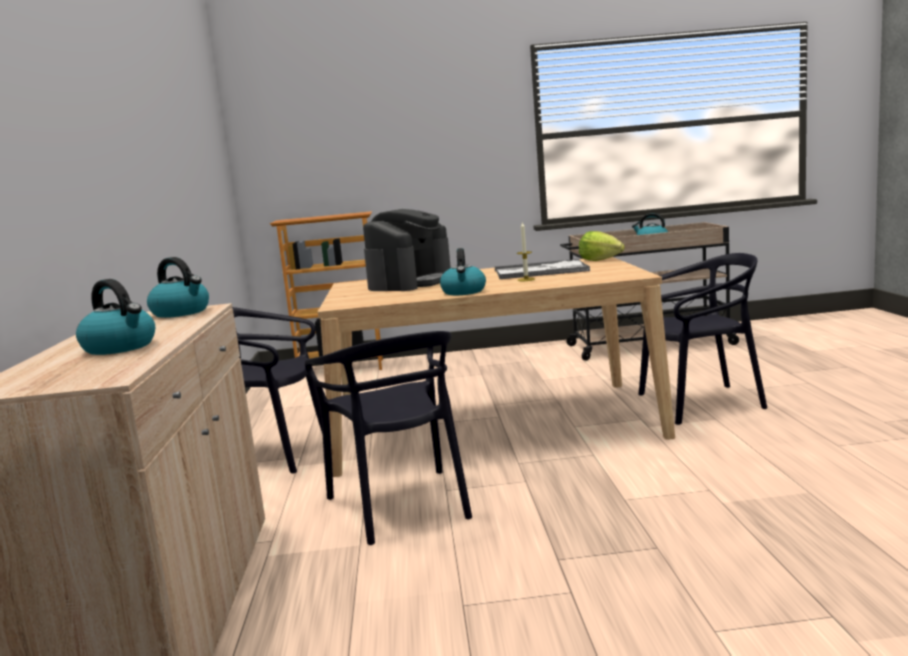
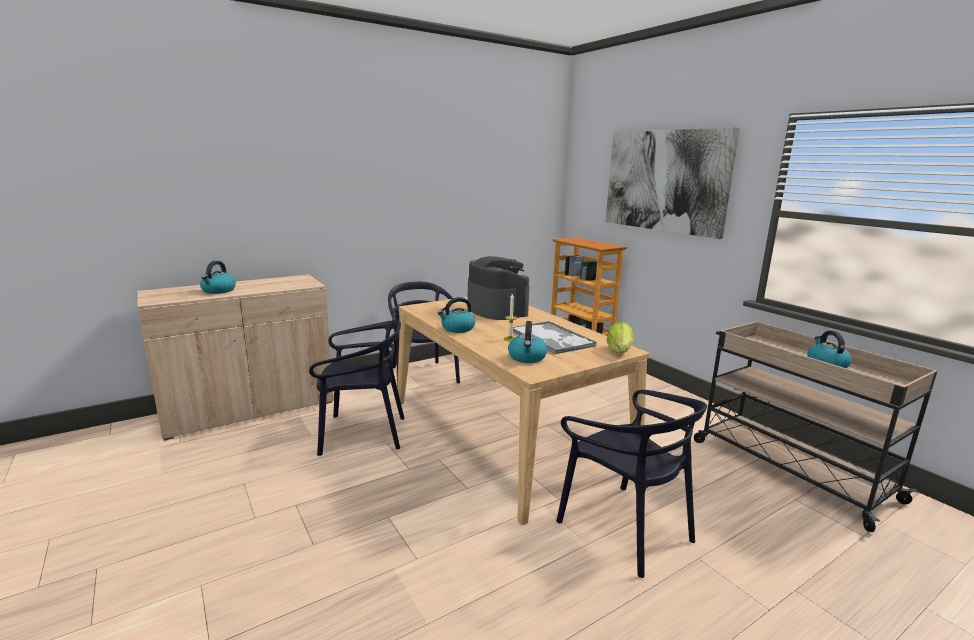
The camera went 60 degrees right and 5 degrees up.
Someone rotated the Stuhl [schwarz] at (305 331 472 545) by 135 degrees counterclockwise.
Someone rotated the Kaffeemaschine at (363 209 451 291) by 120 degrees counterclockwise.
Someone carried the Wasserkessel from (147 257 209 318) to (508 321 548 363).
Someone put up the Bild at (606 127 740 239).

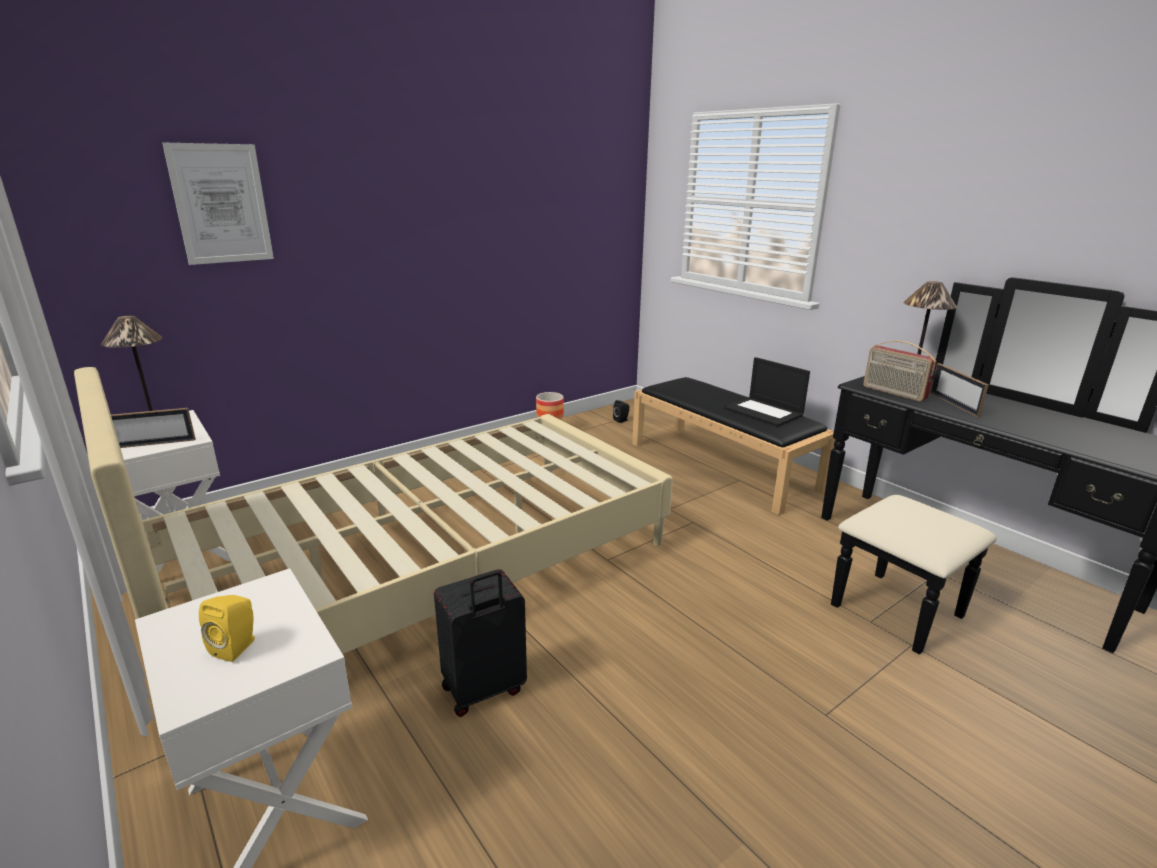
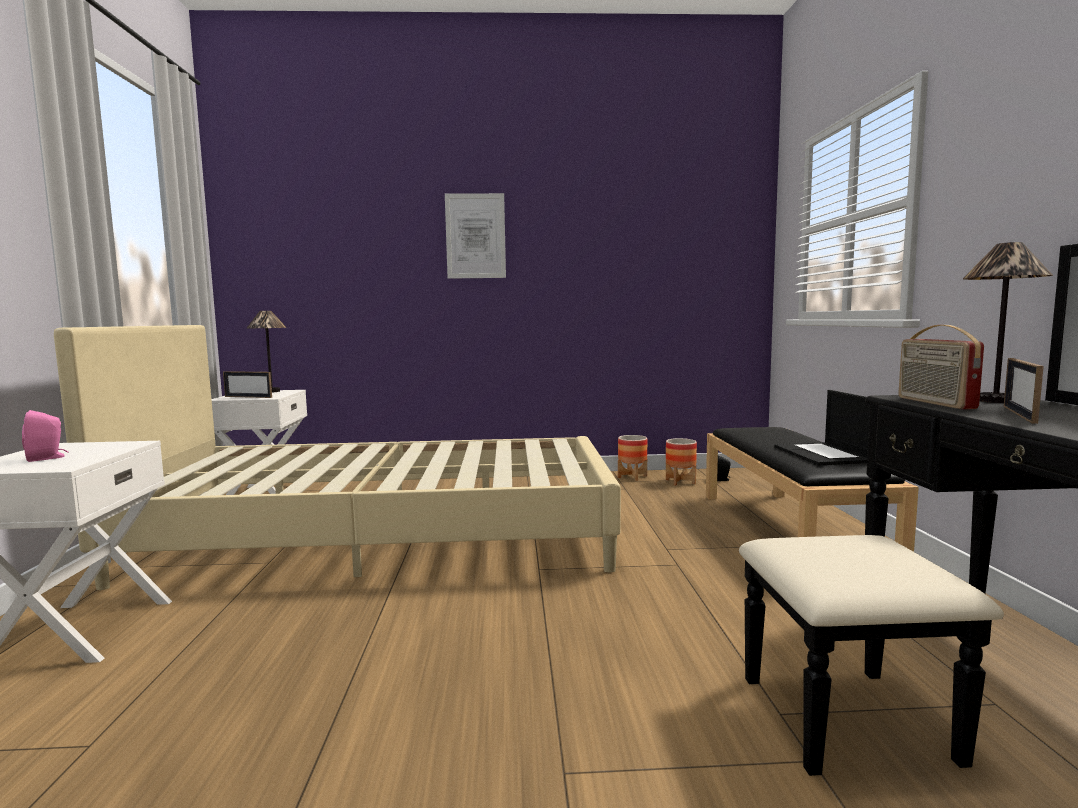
The camera went 35 degrees right and 15 degrees down.
Someone repainted the Lautsprecher [gelb] at (199 595 255 662), which became the Lautsprecher [rosa] at (22 410 68 462).
Someone carried the Bild from (162 143 274 265) to (445 193 506 279).
Someone put down the Pflanzkübel at (666 438 697 486).
Someone took away the Koffer [schwarz] at (434 569 527 717).

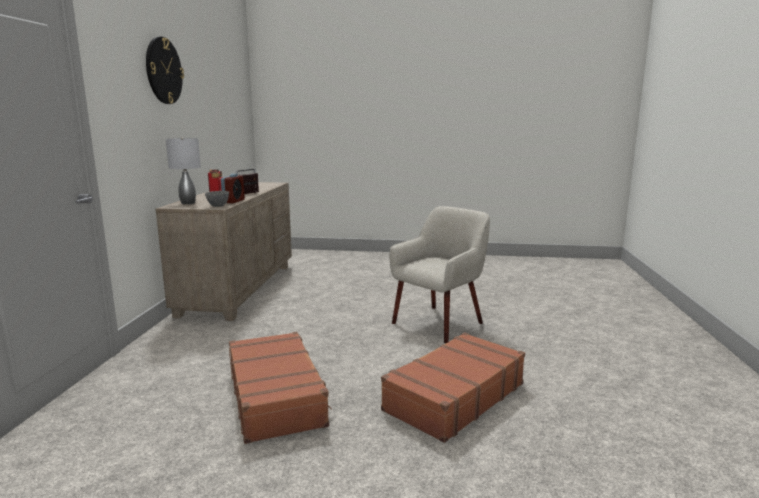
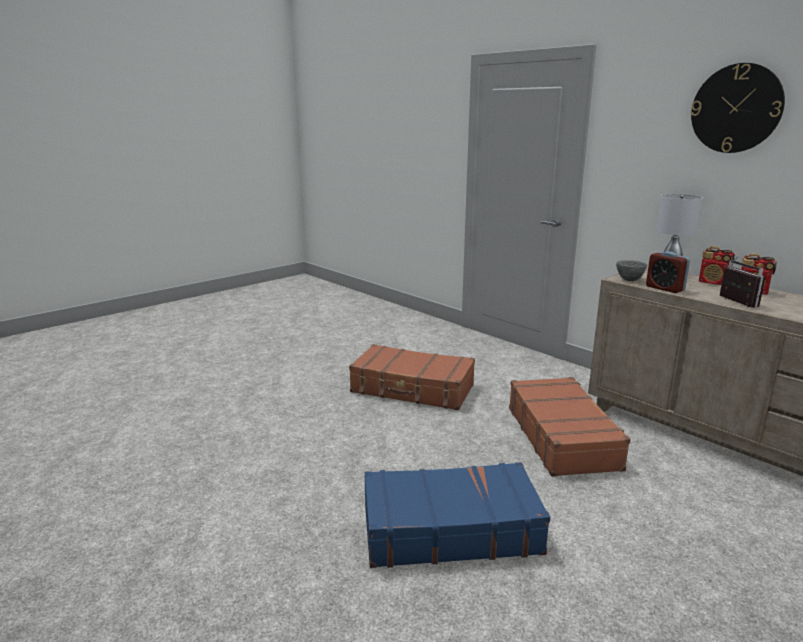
The camera went 130 degrees right and 5 degrees up.
Someone swapped the Sessel [beige] at (389 206 490 344) for the Koffer [blau] at (364 462 550 568).
Someone carried the Koffer [braun] from (381 332 525 443) to (509 377 631 477).
Someone put down the Radio at (699 246 735 285).

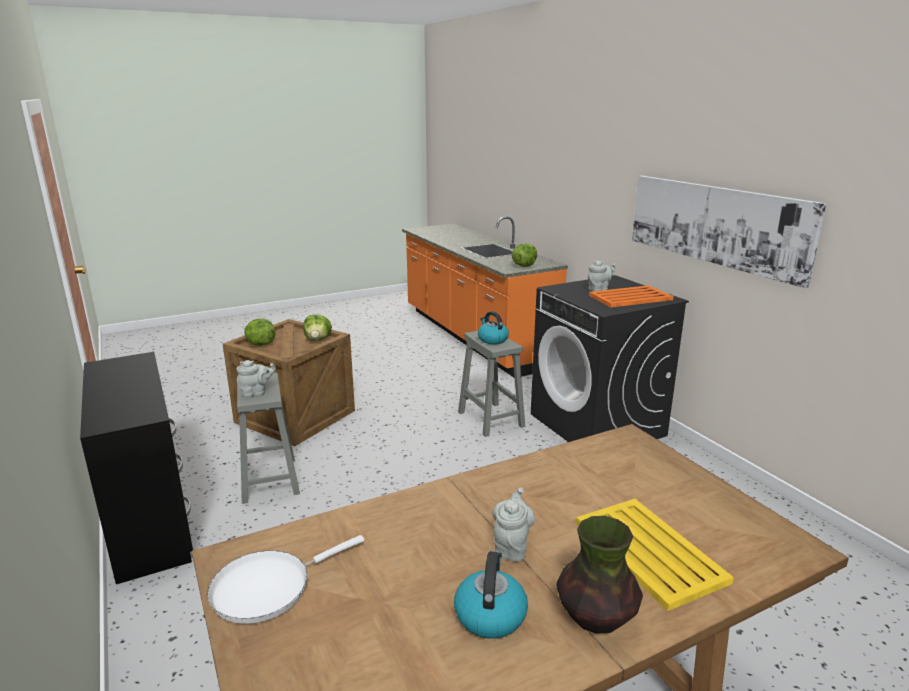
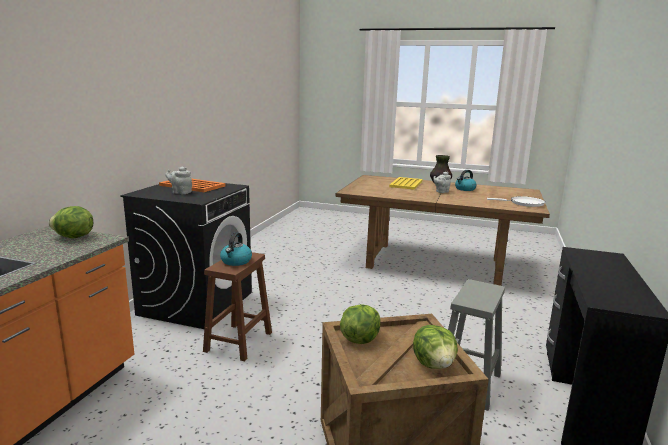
The camera went 135 degrees left and 5 degrees down.
Someone repainted the Hocker [grau] at (458 331 525 437), which became the Hocker [braun] at (203 252 272 361).
Someone took away the Teekanne [grau] at (236 360 276 397).
Someone took away the Bild at (632 176 827 288).

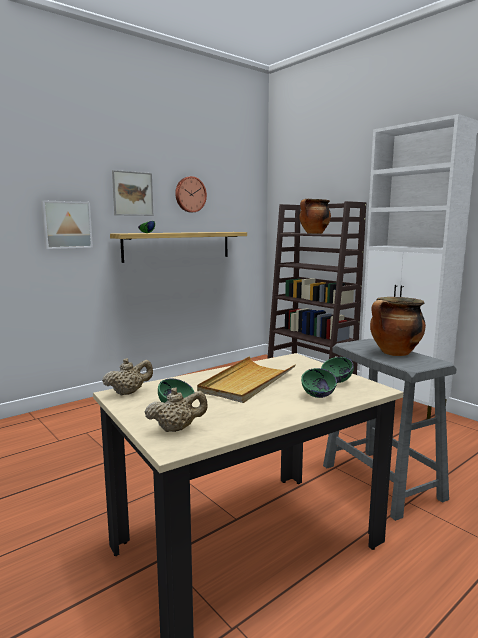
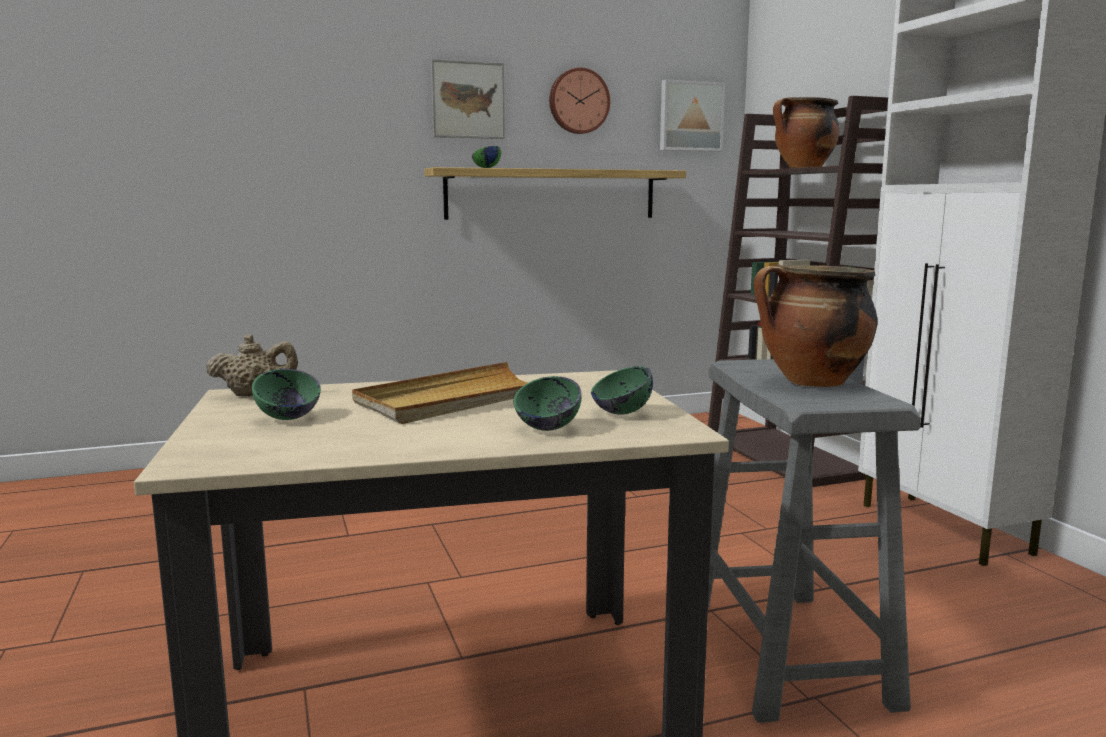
The camera went 20 degrees right and 0 degrees up.
Someone carried the Bild from (41 200 93 249) to (660 80 725 152).
Someone took away the Teekanne [beige] at (144 387 207 432).

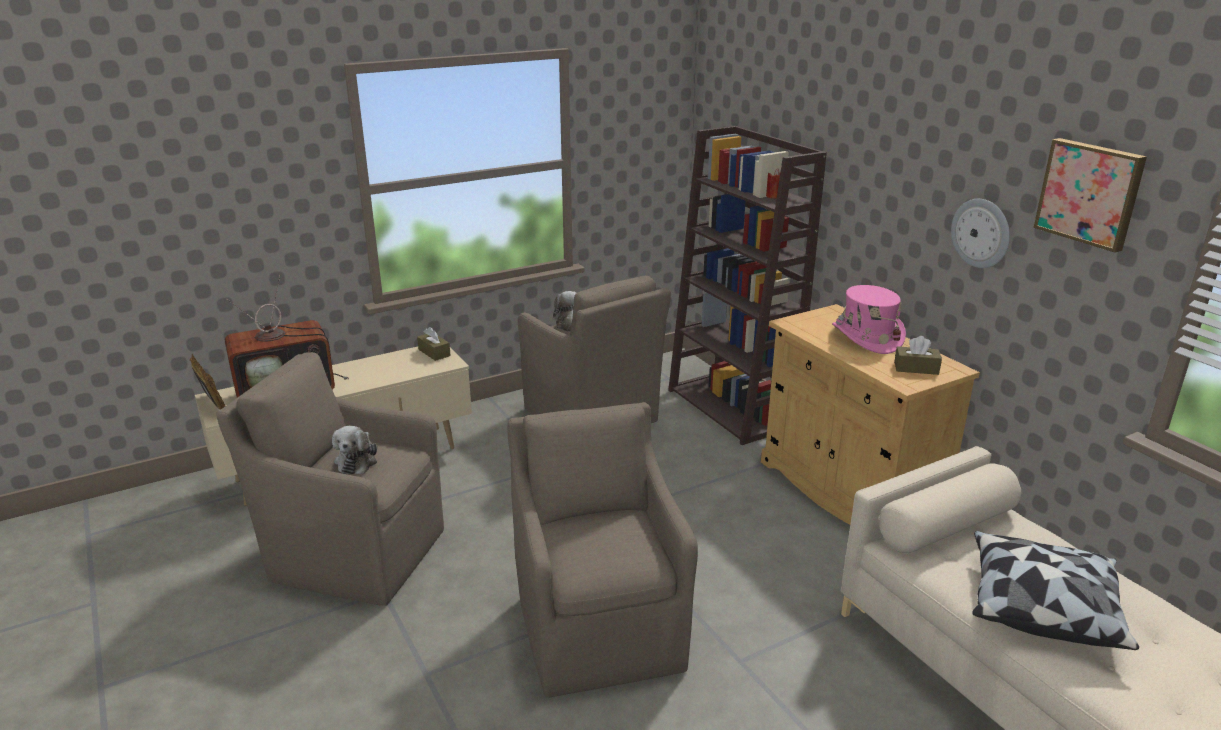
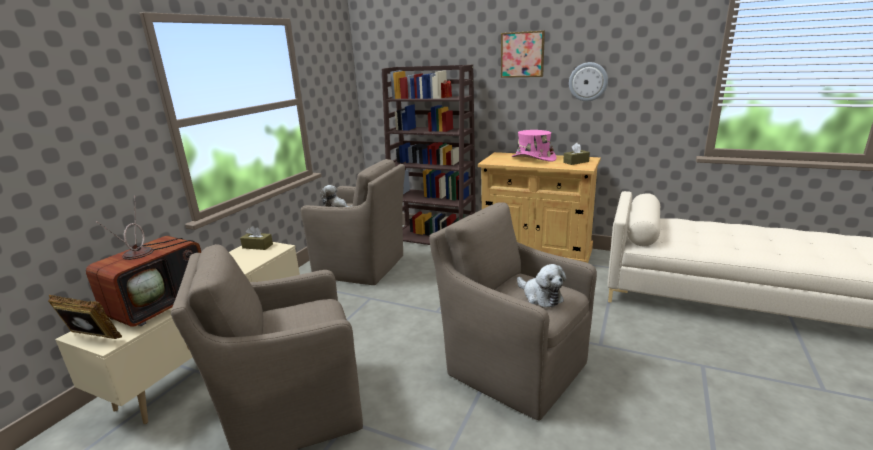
The camera went 35 degrees left and 5 degrees down.
Someone carried the Bild from (1033 138 1147 253) to (501 31 545 78).
Someone carried the Plüschtier from (332 426 377 474) to (517 264 566 307).
Someone took away the Kissen at (972 531 1139 650).

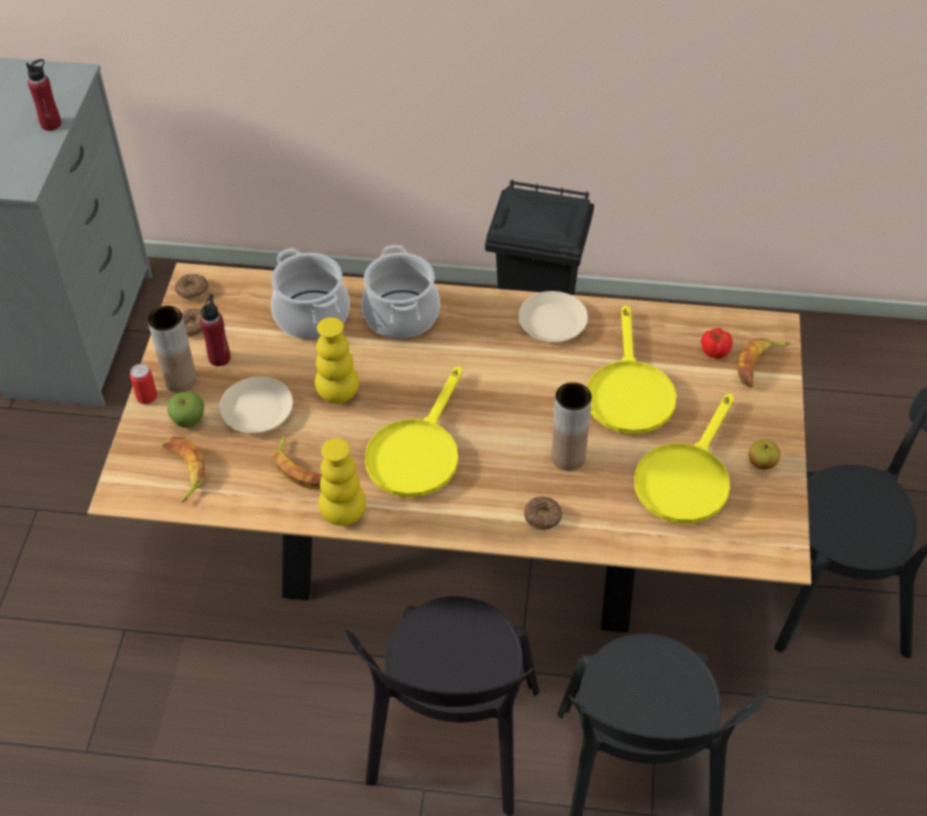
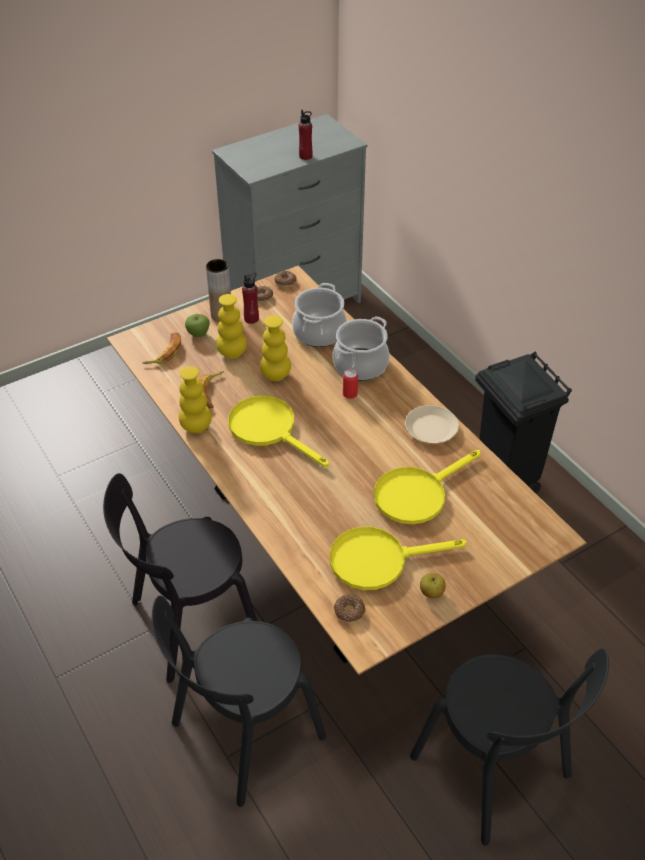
The camera went 50 degrees right and 5 degrees down.
Someone swapped the Teller [beige] at (220 376 293 433) for the Vase [gelb] at (216 294 247 359).
Someone rotated the Pfanne [gelb] at (365 366 462 497) by 60 degrees clockwise.
Someone carried the Donut from (524 496 562 530) to (334 594 365 622).
Someone carried the Dose from (130 364 157 404) to (343 369 358 399).
Someone took away the Vase [braun] at (551 382 592 471).
Someone took away the Tomate at (701 328 733 359).
Someone took away the Banane at (738 338 790 388).

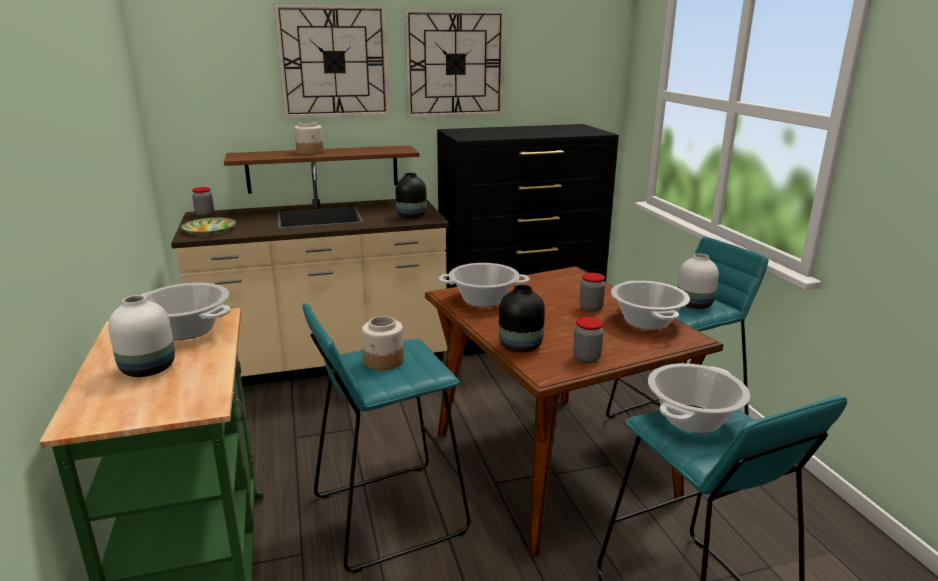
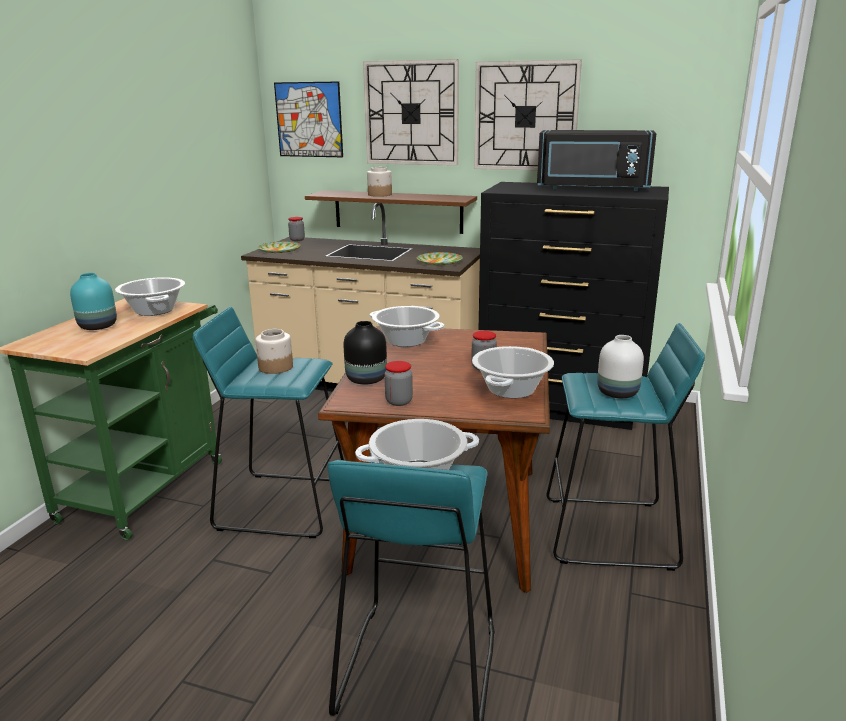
The camera went 35 degrees right and 0 degrees up.
Someone repainted the Vase [weiß] at (108 295 175 377), which became the Vase [türkis] at (70 273 117 330).
Someone put up the Bild at (274 81 343 157).
Someone swapped the Vase [schwarz] at (396 173 427 219) for the Teller at (417 252 463 265).
Someone put down the Mikrowelle [schwarz] at (537 130 656 191).

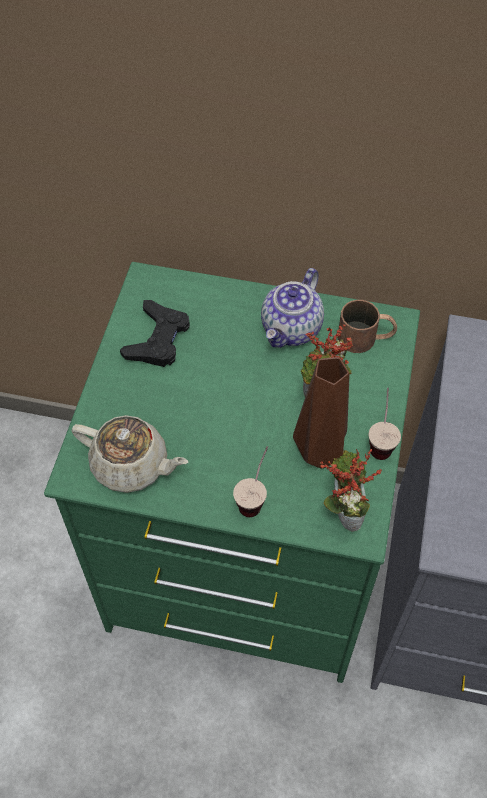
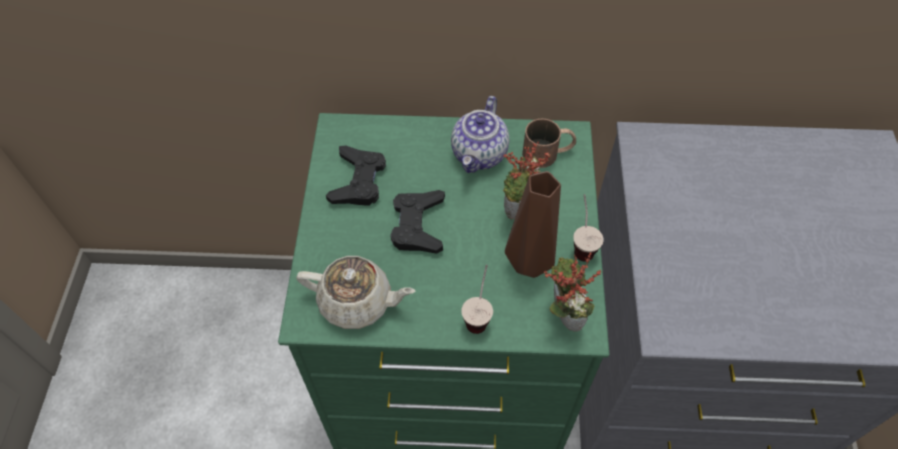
The camera went 10 degrees left and 0 degrees up.
Someone put down the Gamepad [schwarz] at (390 190 445 254).

